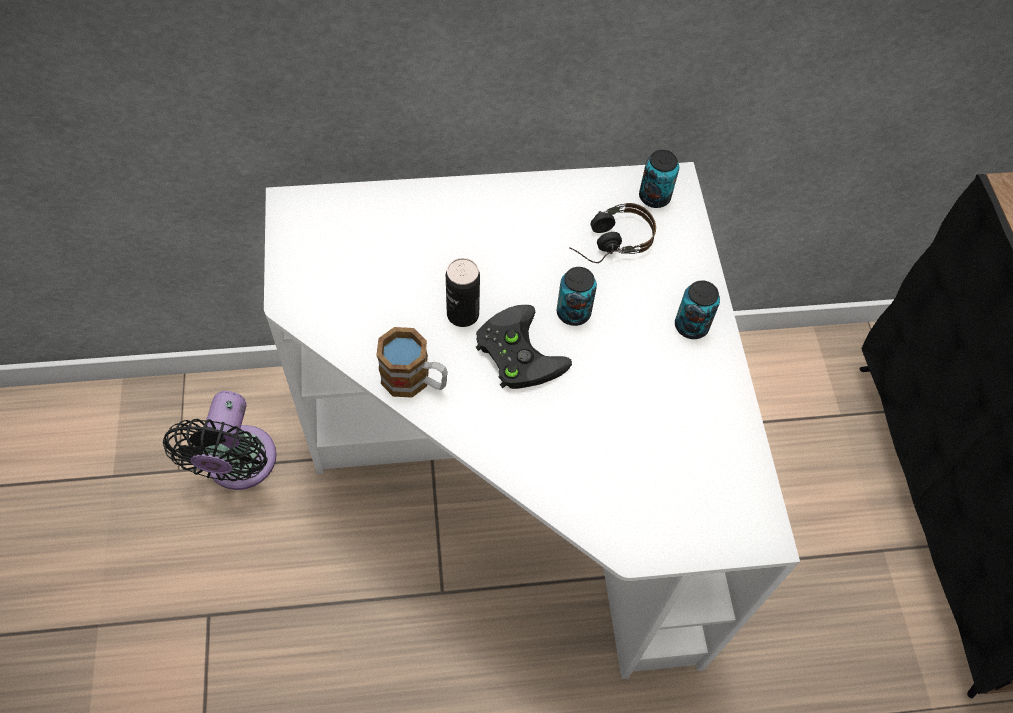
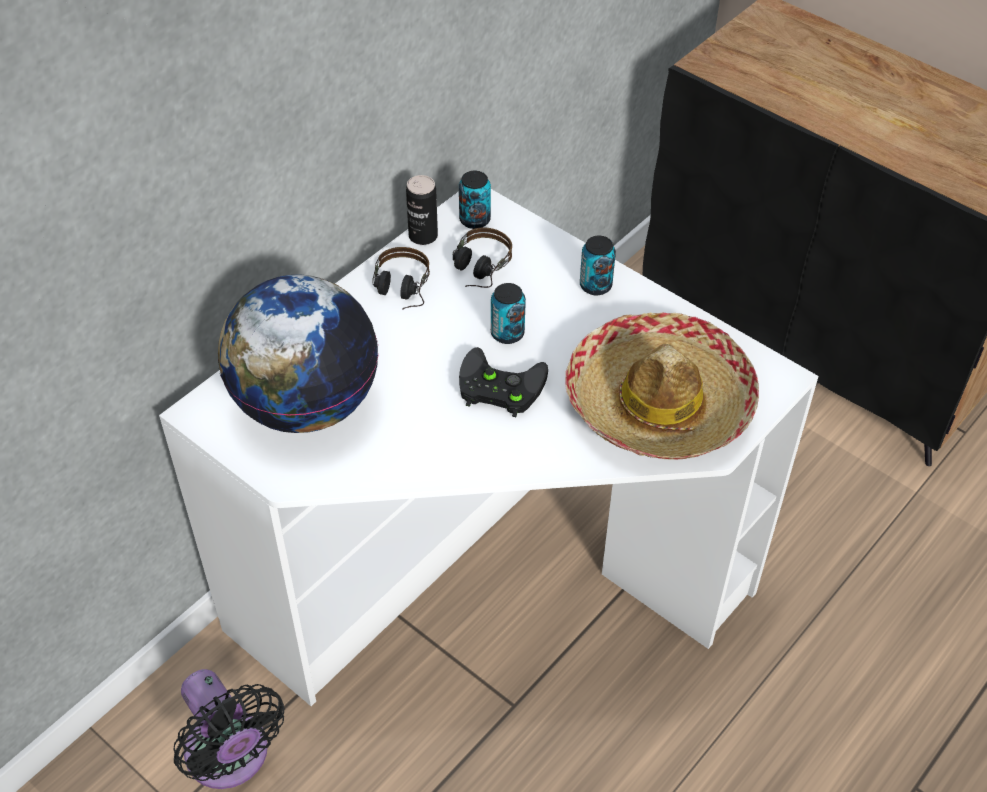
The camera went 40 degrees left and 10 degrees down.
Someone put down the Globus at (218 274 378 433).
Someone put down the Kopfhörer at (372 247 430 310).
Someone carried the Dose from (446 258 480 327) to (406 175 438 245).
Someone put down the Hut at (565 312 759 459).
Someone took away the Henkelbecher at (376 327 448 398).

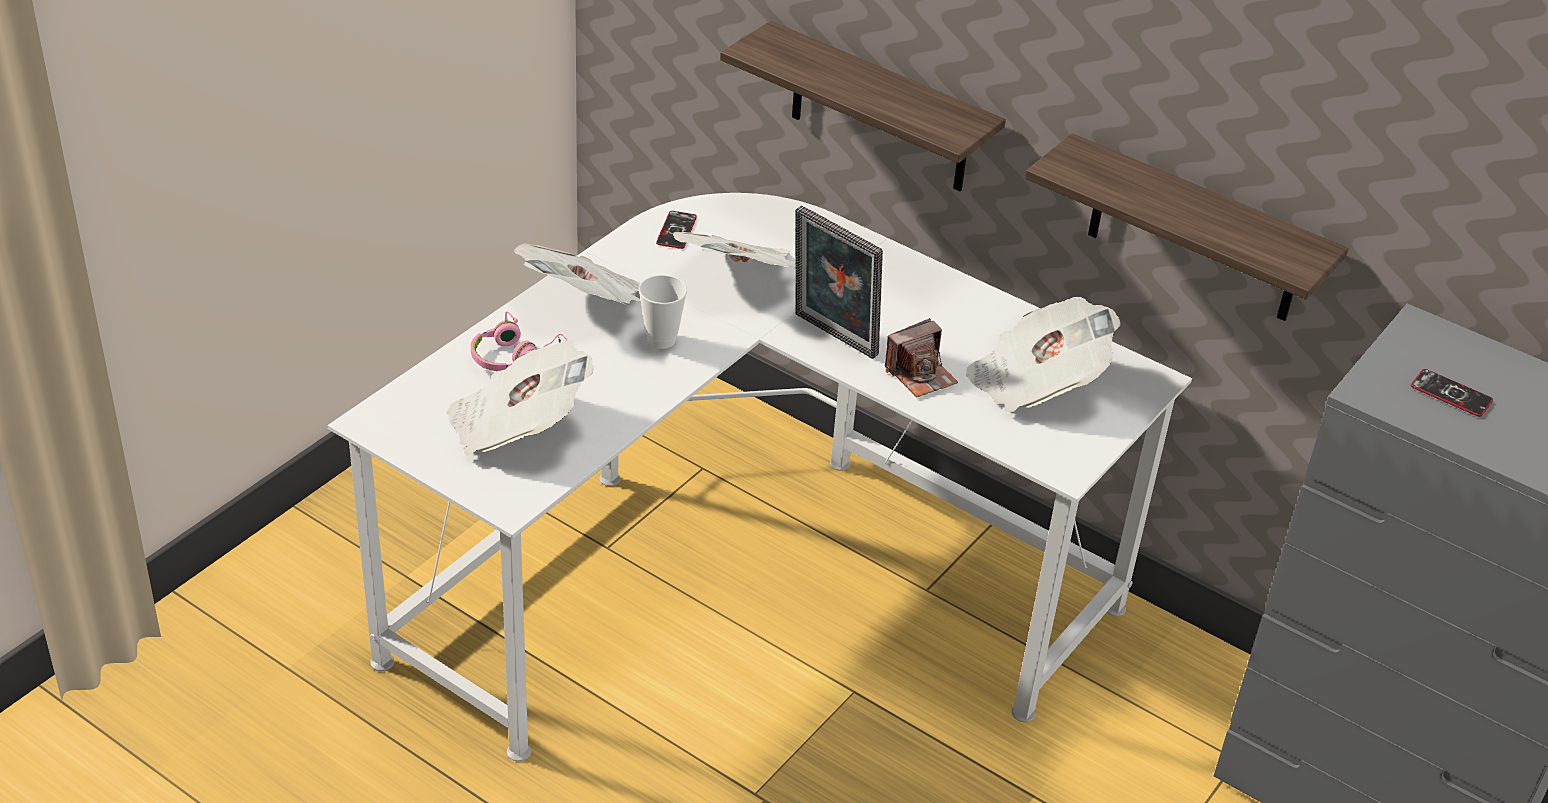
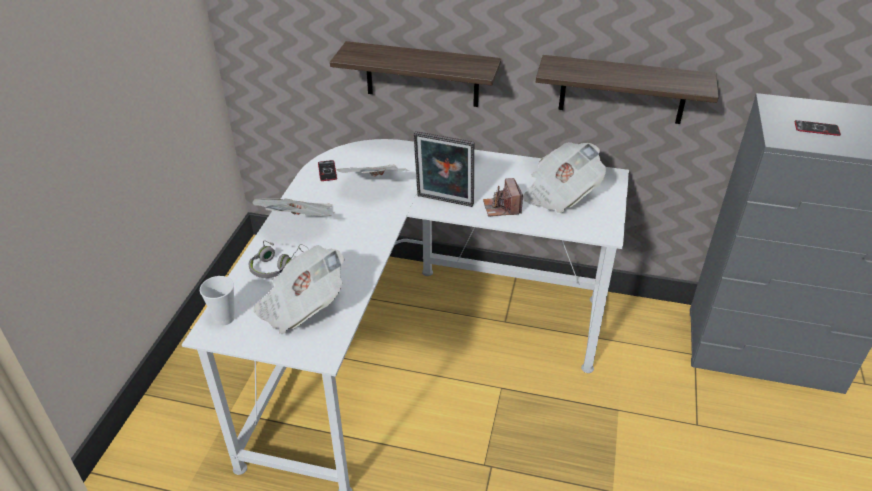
The camera went 20 degrees left and 0 degrees up.
Someone carried the Tasse from (639 275 687 349) to (200 276 235 325).
Someone repainted the Kopfhörer [rosa] at (471 311 568 371), which became the Kopfhörer [grau] at (249 240 309 278).
Someone rotated the Kamera at (885 318 958 398) by 135 degrees clockwise.

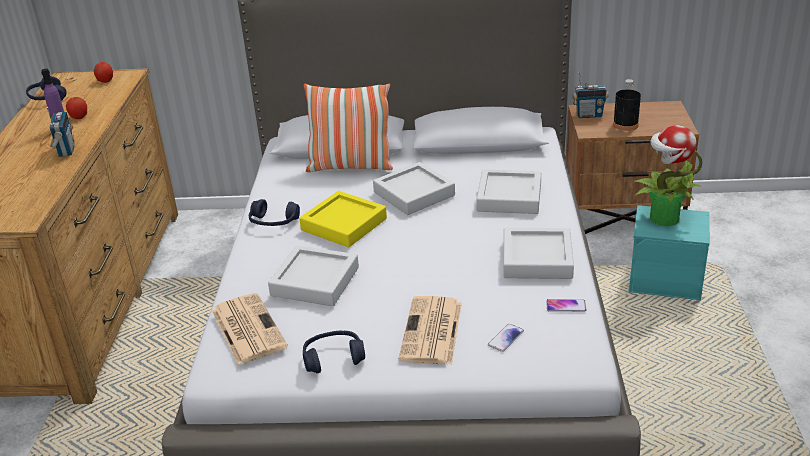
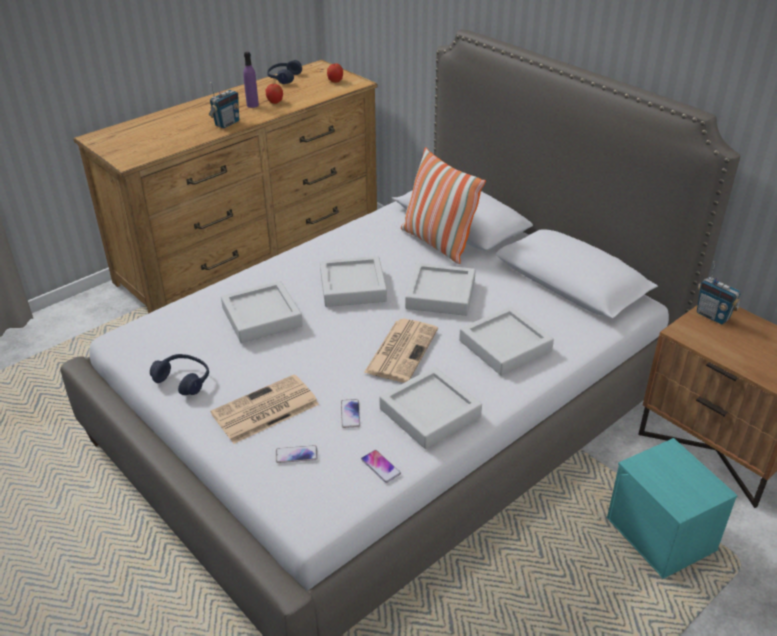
The camera went 45 degrees right and 5 degrees up.
Someone repainted the Tablett [gelb] at (299 191 387 248), which became the Tablett [grau] at (320 256 387 307).
Someone put down the Handy at (341 399 360 428).
Someone carried the Zeitung from (212 293 288 365) to (364 319 438 383).
Someone took away the Kopfhörer [blau] at (249 199 300 226).
Someone took away the Flasche [schwarz] at (613 79 641 131).
Someone took away the Topfpflanze at (634 125 702 226).

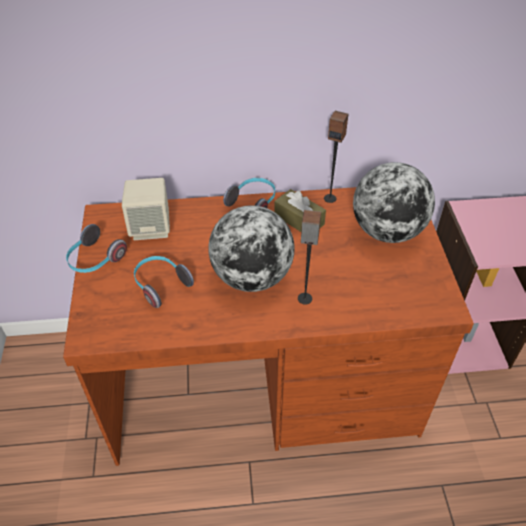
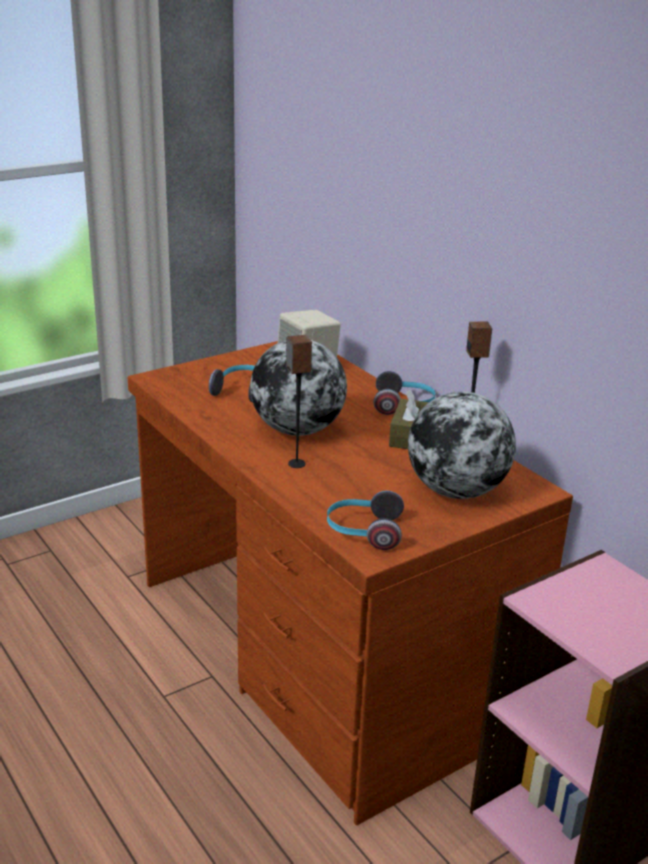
The camera went 60 degrees right and 20 degrees down.
Someone carried the Kopfhörer from (66 224 127 273) to (327 491 404 550).

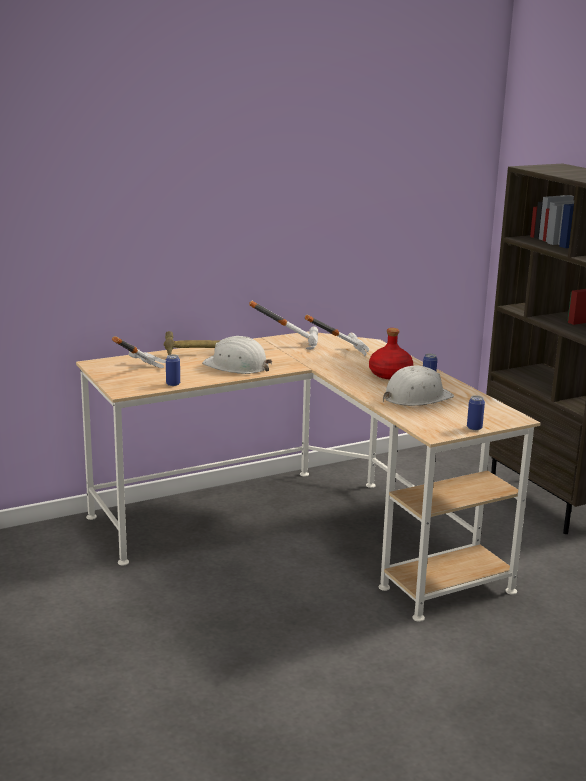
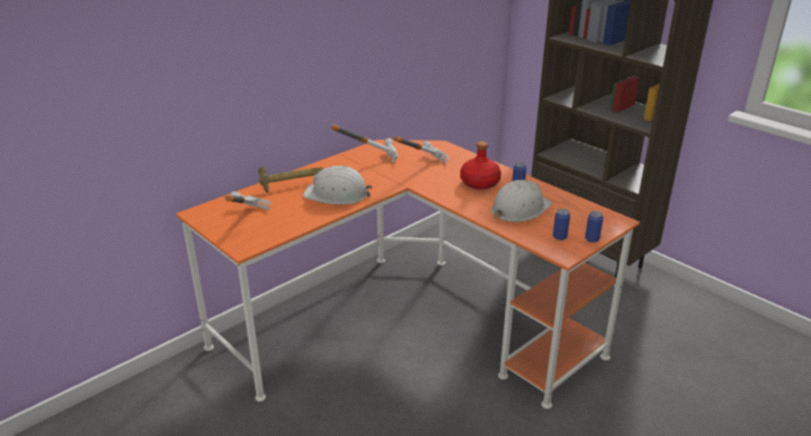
The camera went 15 degrees left and 10 degrees up.
Someone repainted the Schreibtisch [beige] at (76 331 540 622), which became the Schreibtisch [orange] at (176 140 640 409).
Someone carried the Dose from (166 354 180 386) to (553 208 570 240).

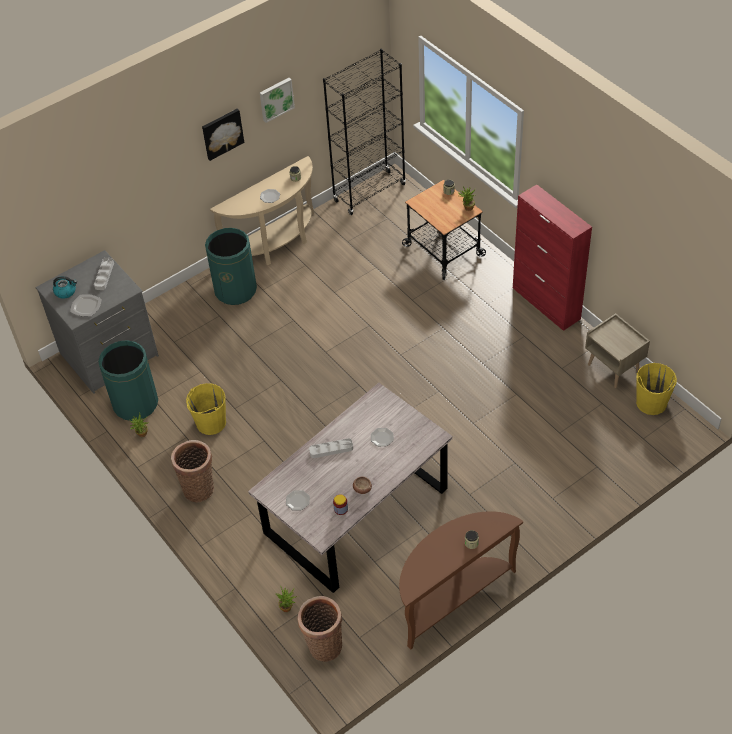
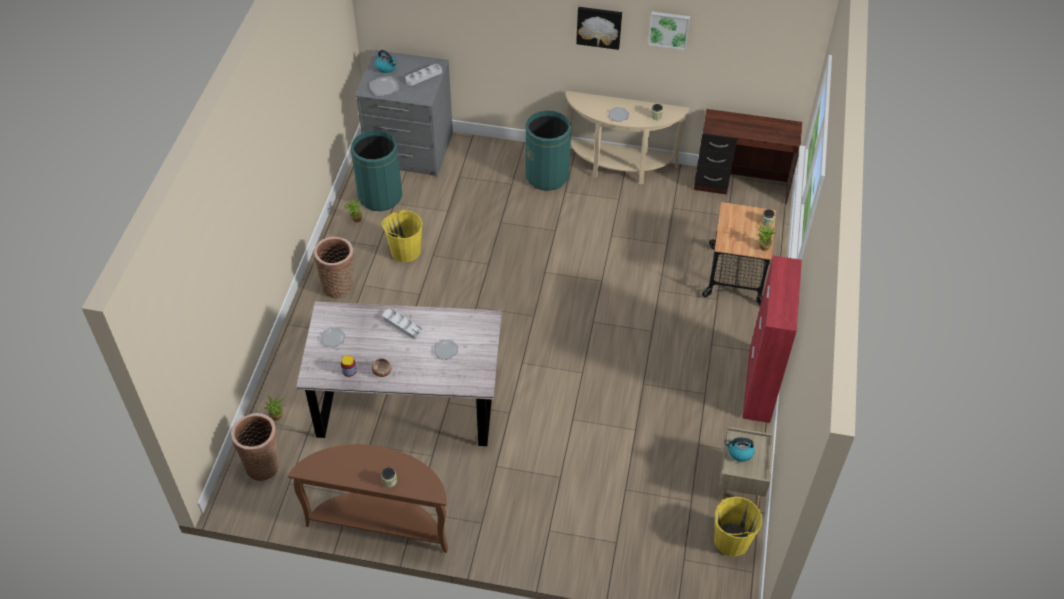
The camera went 45 degrees right and 0 degrees up.
Someone swapped the Bücherregal [schwarz] at (323 49 406 215) for the Schreibtisch [braun] at (694 109 803 204).
Someone put down the Wasserkessel at (725 437 755 462).

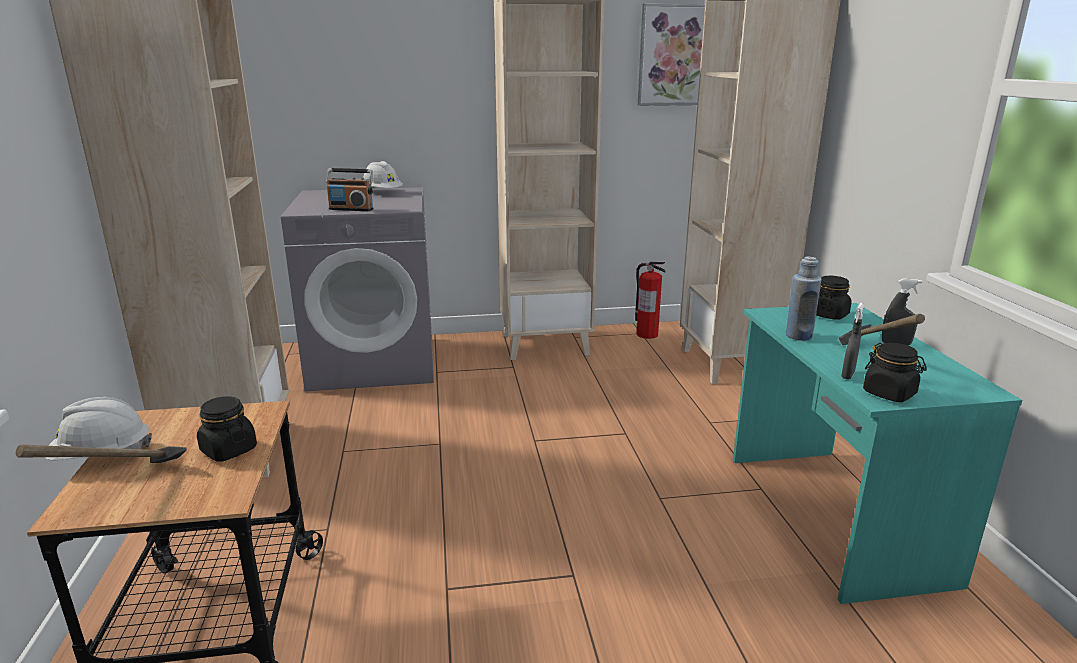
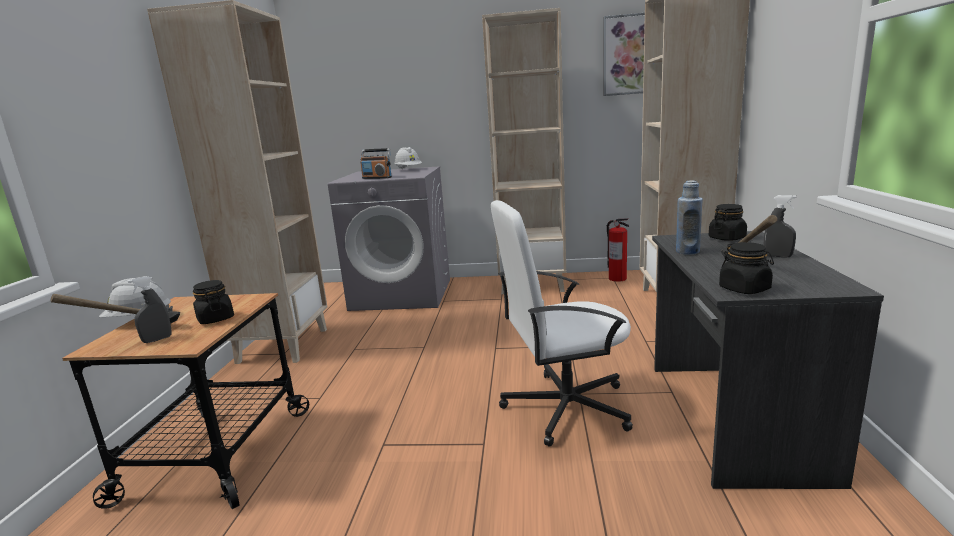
The camera went 15 degrees right and 5 degrees down.
Someone carried the Sprühflasche [grau] from (841 303 864 379) to (128 276 172 343).
Someone put down the Bürostuhl [weiß] at (491 200 633 447).
Someone repainted the Schreibtisch [türkis] at (733 303 1022 604), which became the Schreibtisch [grau] at (652 231 884 489).

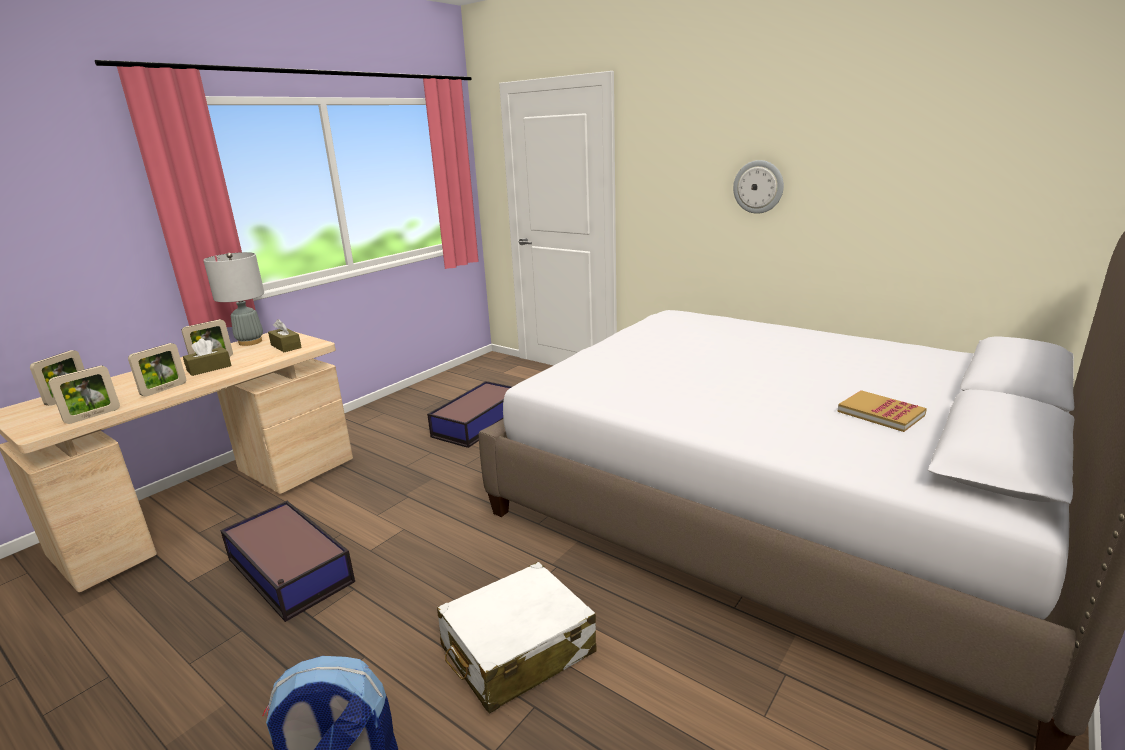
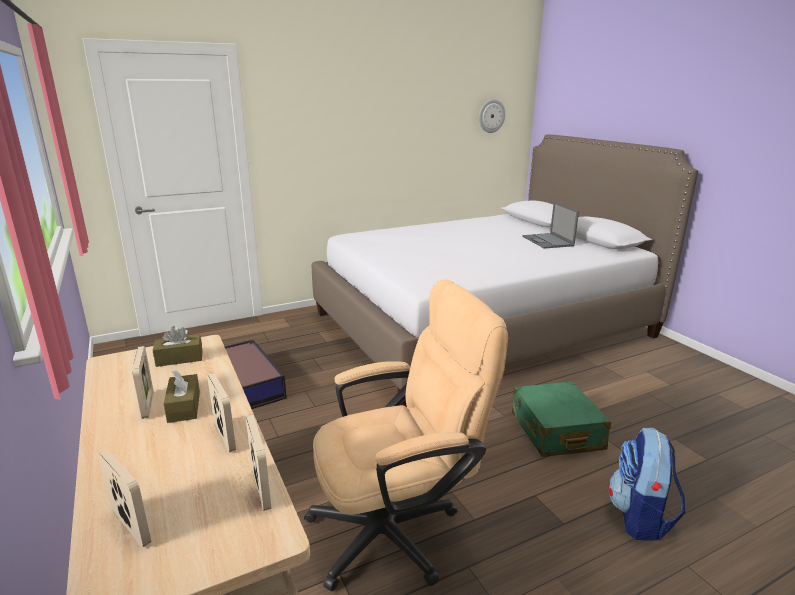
The camera went 65 degrees left and 0 degrees up.
Someone swapped the Aufbewahrungsbox at (220 501 355 622) for the Bürostuhl [beige] at (304 279 508 592).
Someone carried the Wanduhr from (733 160 784 214) to (479 99 505 133).
Someone repainted the Koffer [weiß] at (437 562 597 714), which became the Koffer [grün] at (512 381 611 457).
Someone swapped the Buch at (837 390 927 432) for the Laptop at (522 202 579 249).
Someone took away the Tischlampe [grau] at (203 252 264 346).

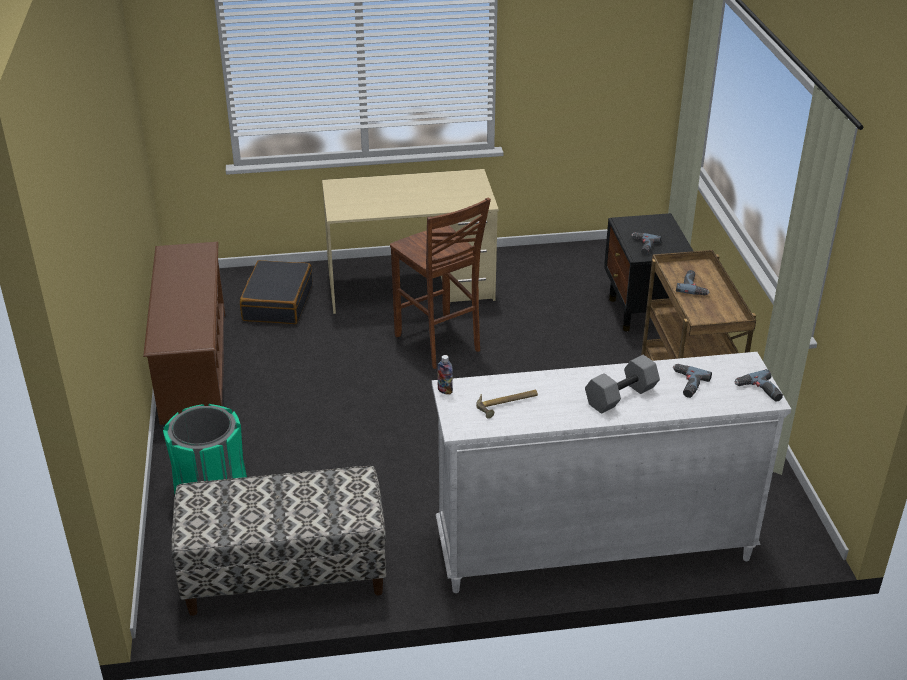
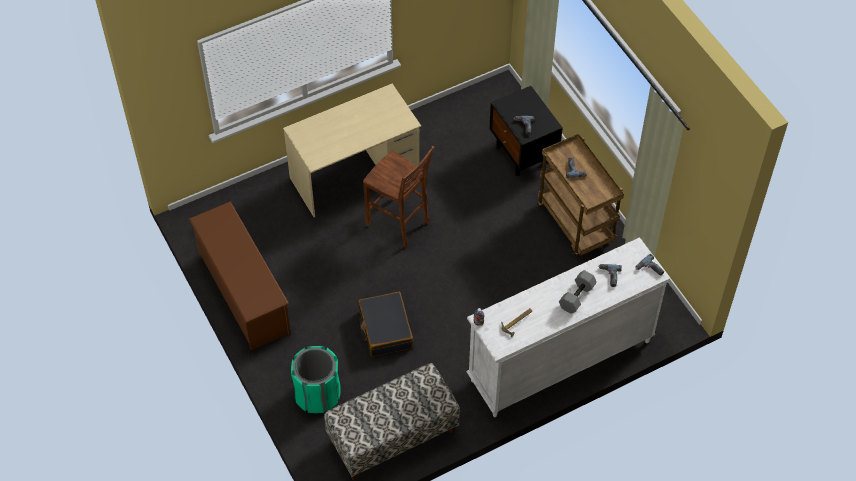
The camera went 20 degrees left and 20 degrees up.
Someone carried the Koffer [schwarz] from (240 260 312 324) to (358 292 413 357).

